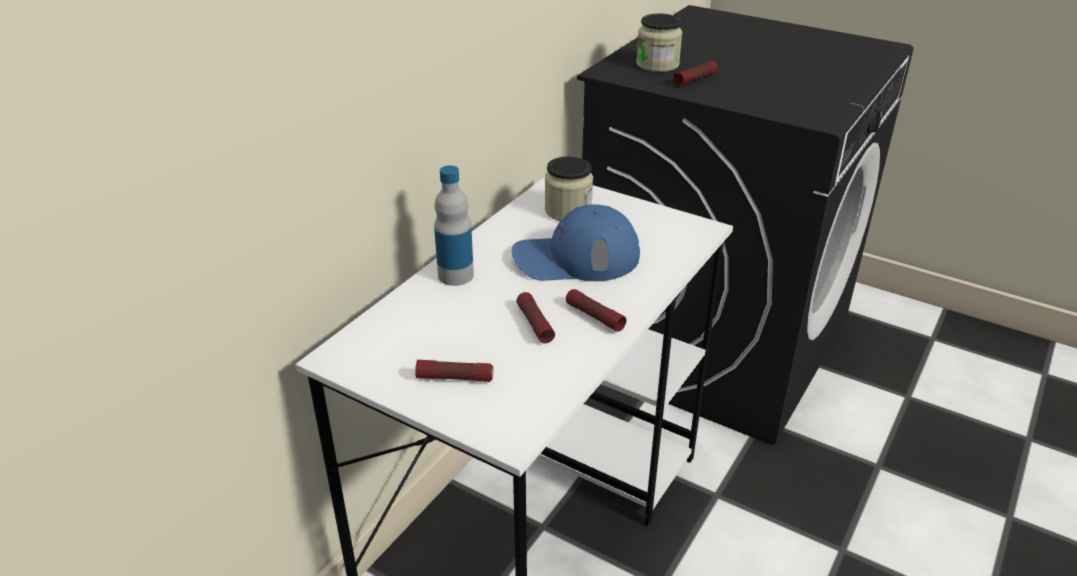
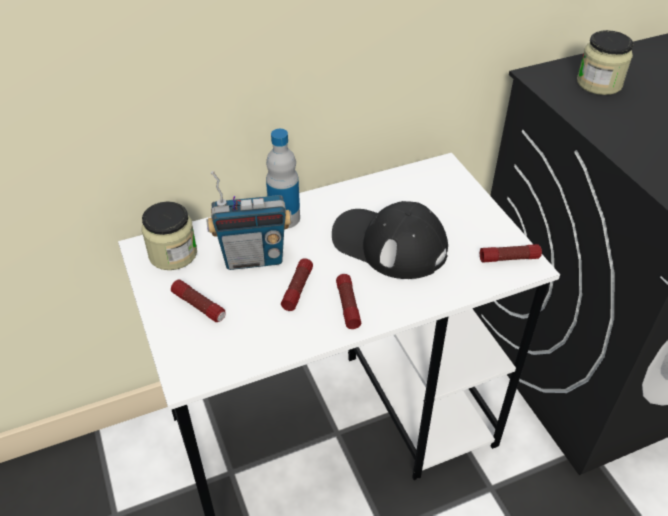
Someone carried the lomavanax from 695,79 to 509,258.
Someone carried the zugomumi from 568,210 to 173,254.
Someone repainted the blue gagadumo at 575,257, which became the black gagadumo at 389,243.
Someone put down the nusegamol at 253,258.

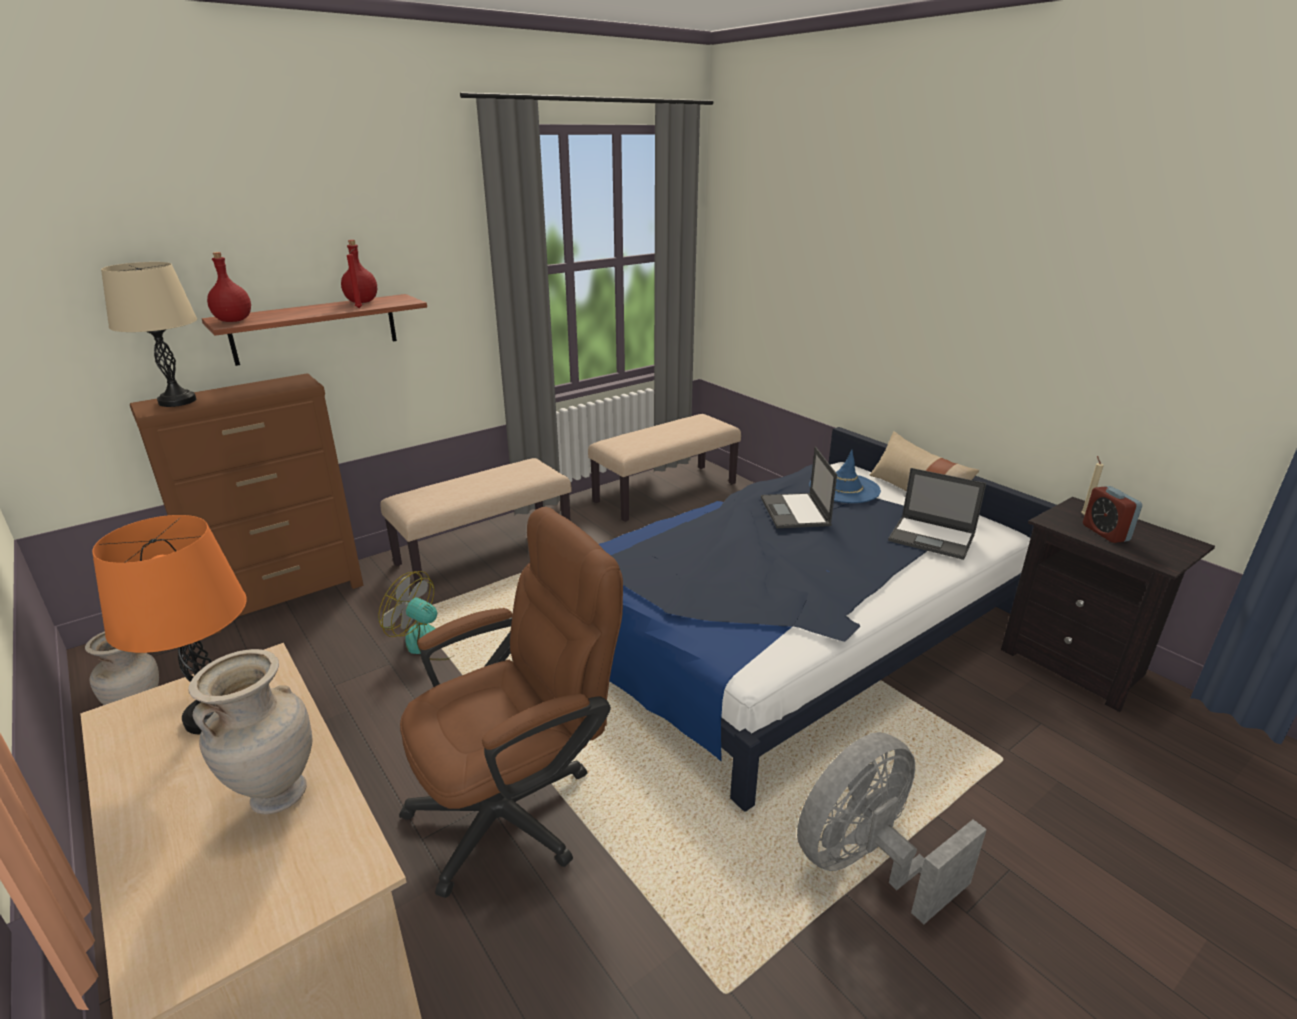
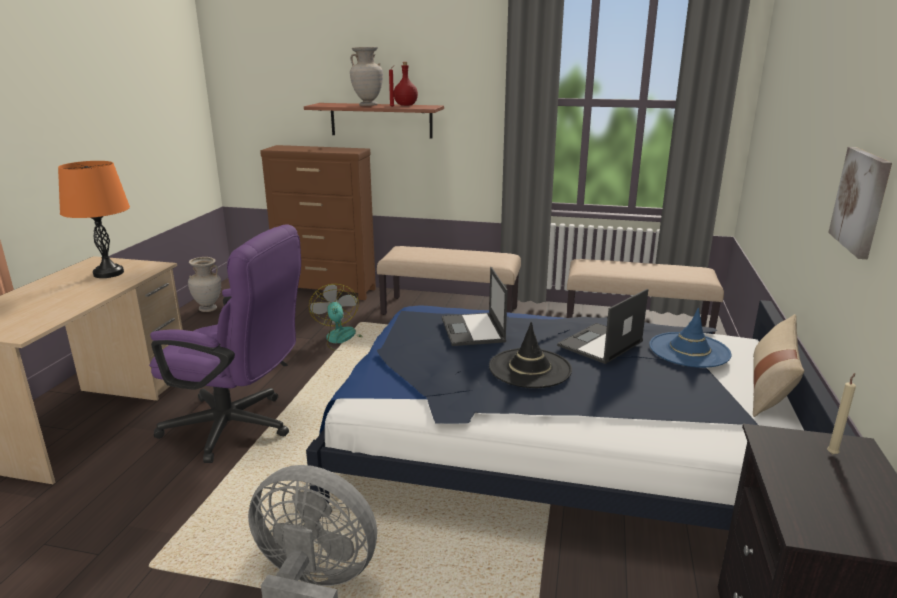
Someone took away the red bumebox at 233,321.
Someone took away the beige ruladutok at 177,401.
Someone carried the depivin from 932,538 to 473,330.
Someone took away the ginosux at 1105,533.
Someone repainted the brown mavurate at 519,807, which became the purple mavurate at 239,428.
Someone carried the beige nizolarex from 277,795 to 368,105.
Someone put up the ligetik at 862,201.
Someone put down the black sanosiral at 530,368.

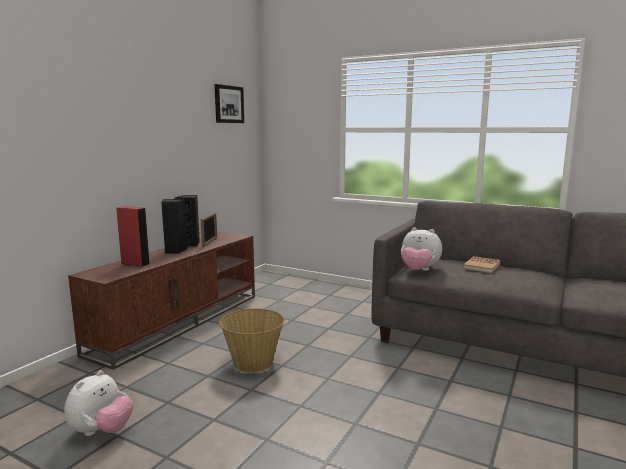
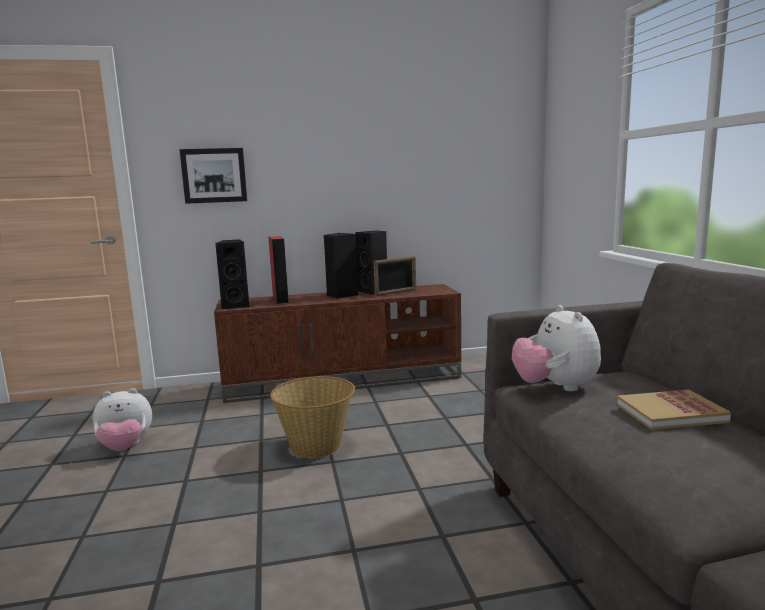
Someone carried the ligetik from 228,104 to 214,175.
Someone put down the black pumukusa at 236,305.

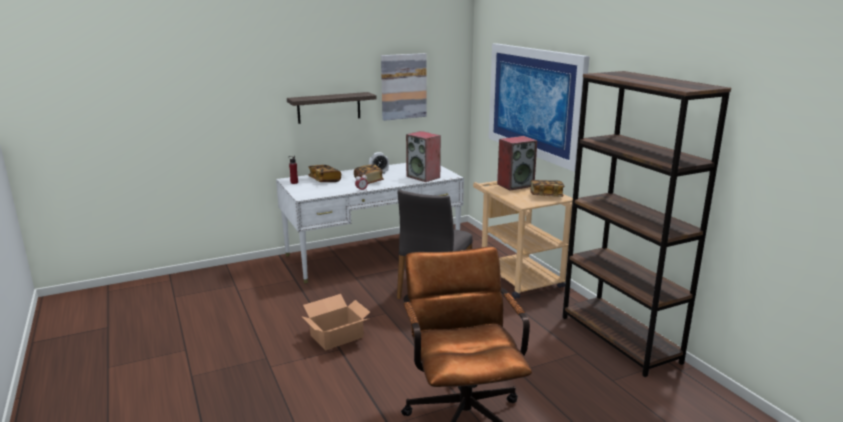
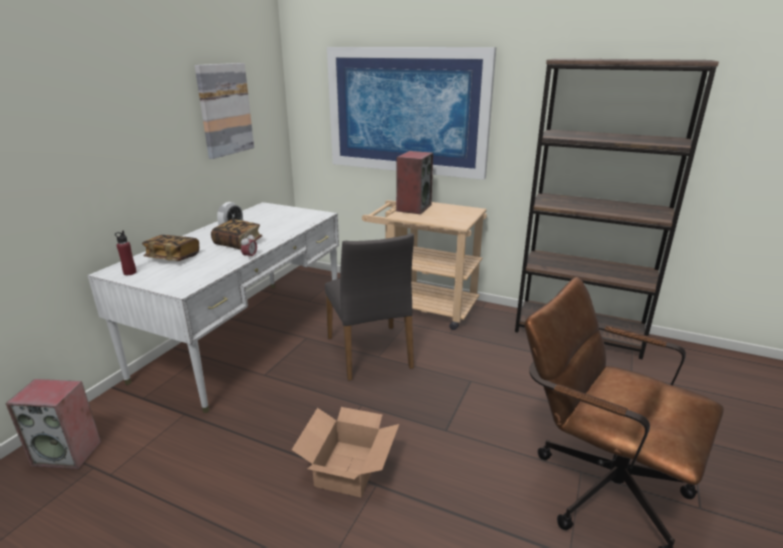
Someone took away the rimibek at 329,107.
Someone carried the pumukusa from 423,177 to 68,453.
Someone took away the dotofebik at 546,196.

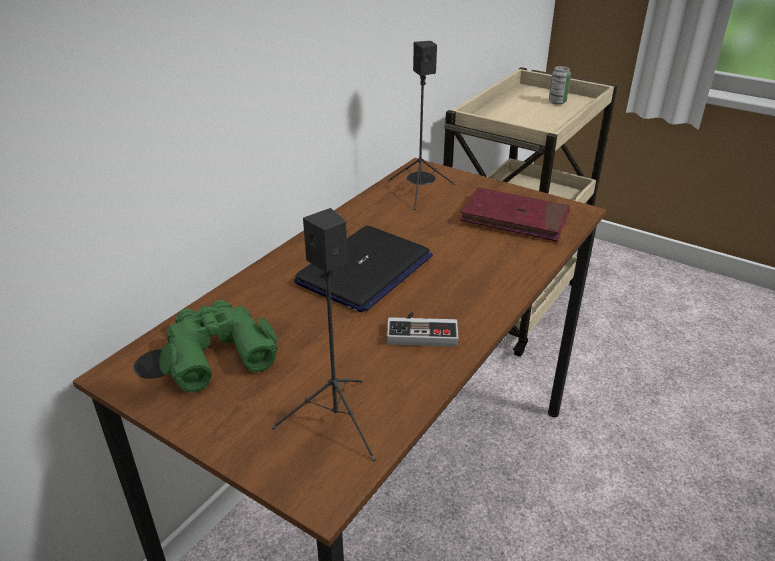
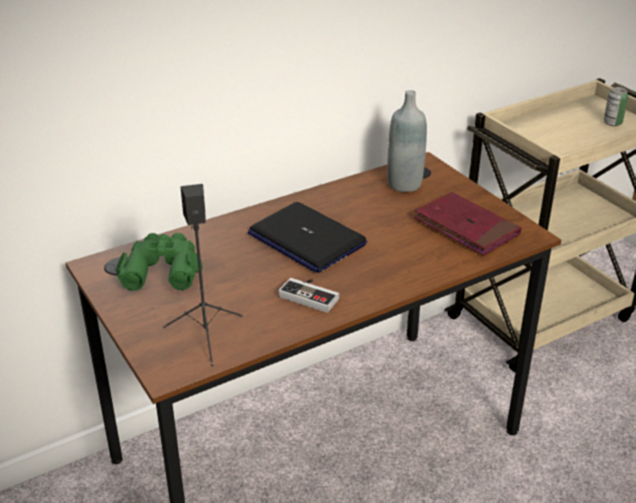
Someone swapped the black pumukusa at 419,191 for the grey bumebox at 404,184.
Someone rotated the depivin at 365,270 by 75 degrees clockwise.

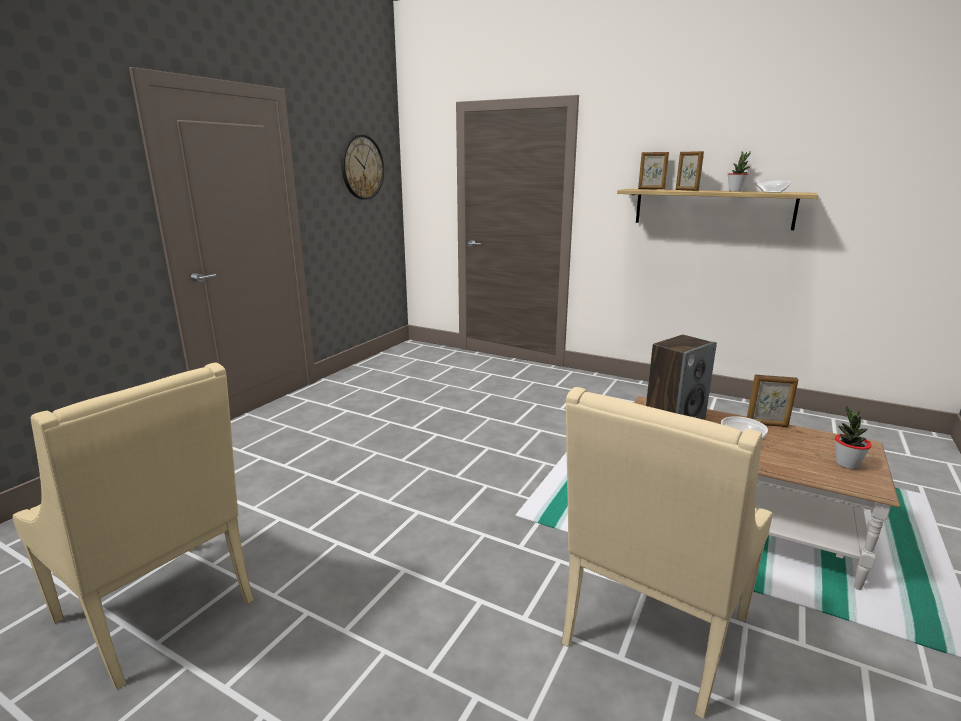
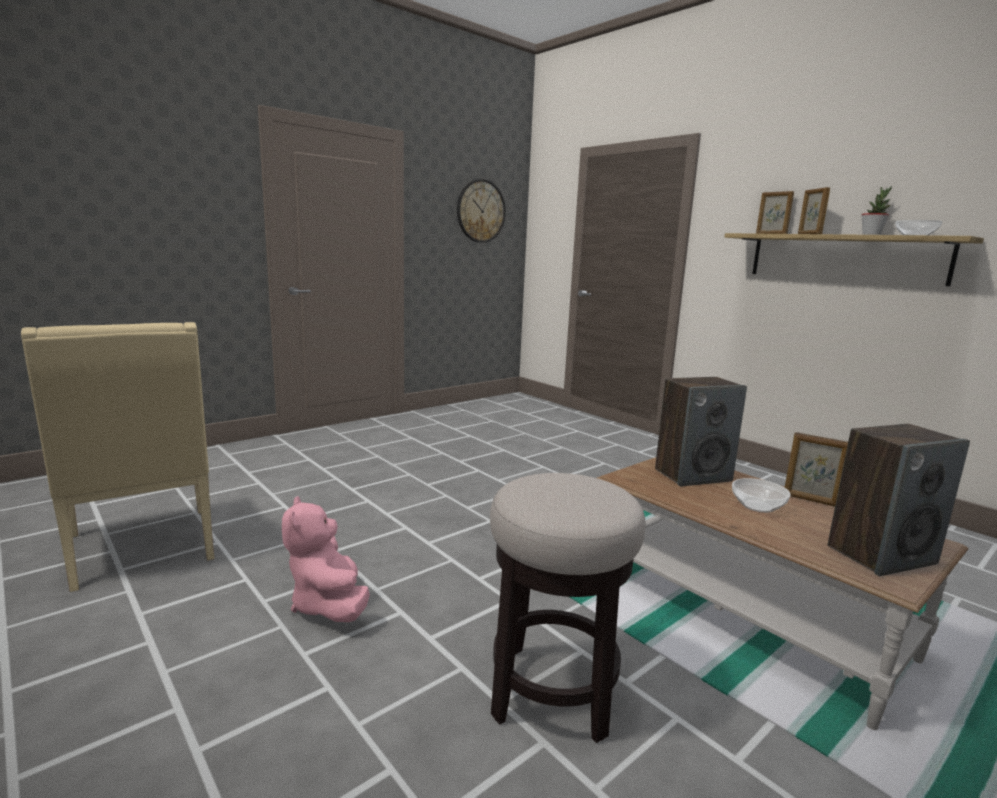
Someone swapped the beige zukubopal at 651,633 for the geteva at 553,691.
Someone swapped the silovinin at 846,464 for the pumukusa at 881,555.
Someone put down the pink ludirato at 328,605.

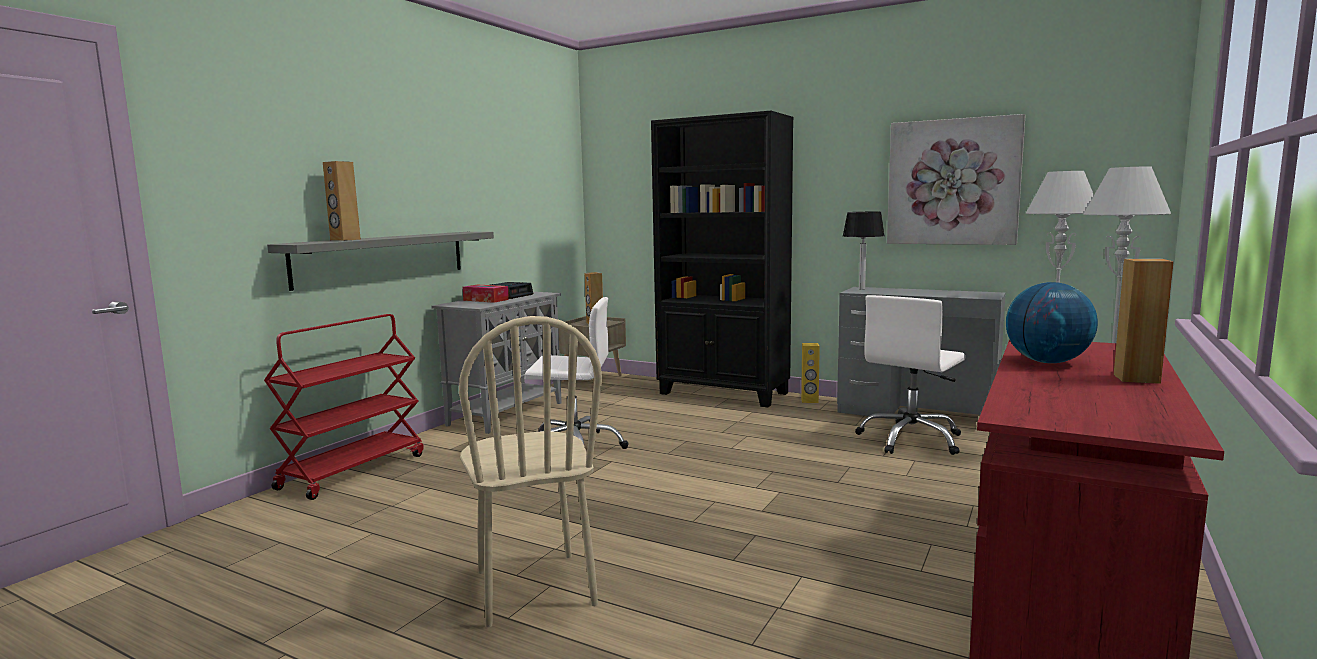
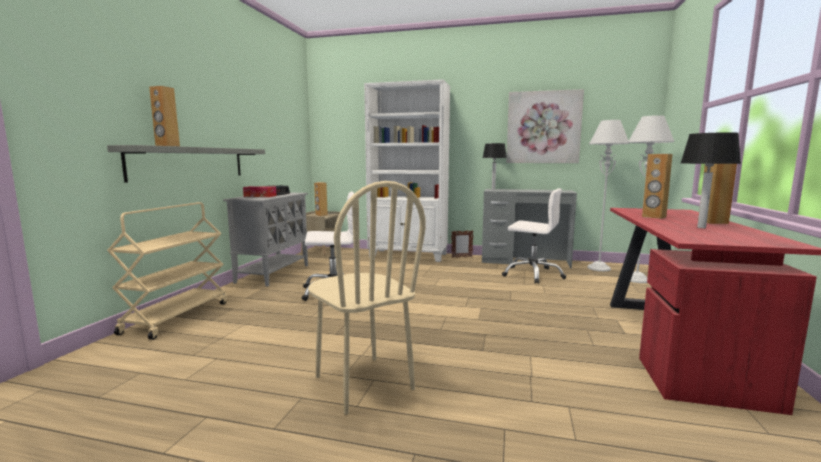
Someone repainted the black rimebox at 724,394, which became the white rimebox at 409,256.
Someone swapped the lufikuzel at 1047,362 for the brown pumukusa at 653,217.
Someone rotated the white mavurate at 911,439 by 90 degrees counterclockwise.
Someone repainted the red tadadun at 353,471, which became the beige tadadun at 177,317.
Someone swapped the yellow pumukusa at 809,401 for the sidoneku at 461,257.
Someone put down the ruladutok at 700,227.

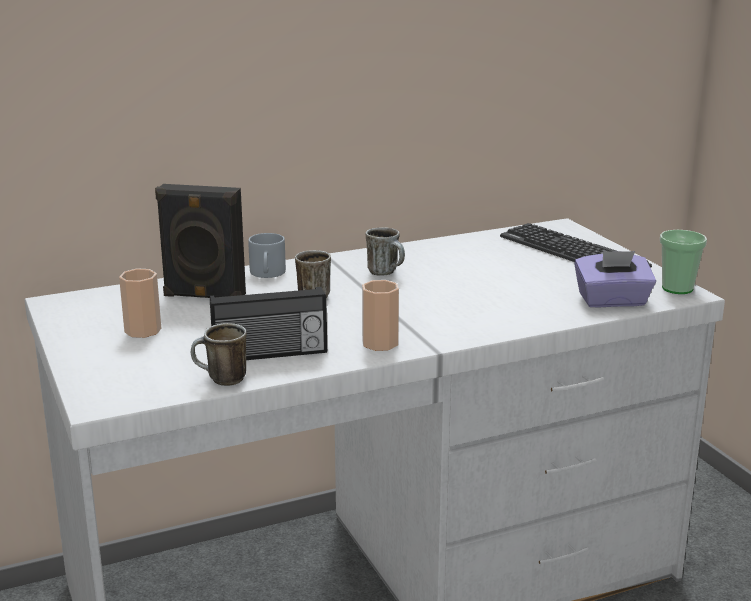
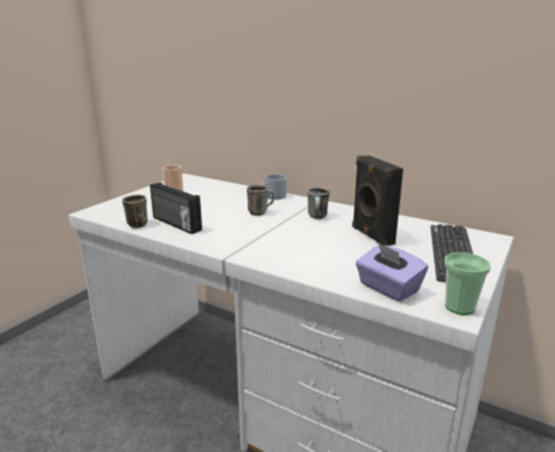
Someone carried the black pumukusa from 204,296 to 371,236.
Someone took away the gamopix at 380,343.

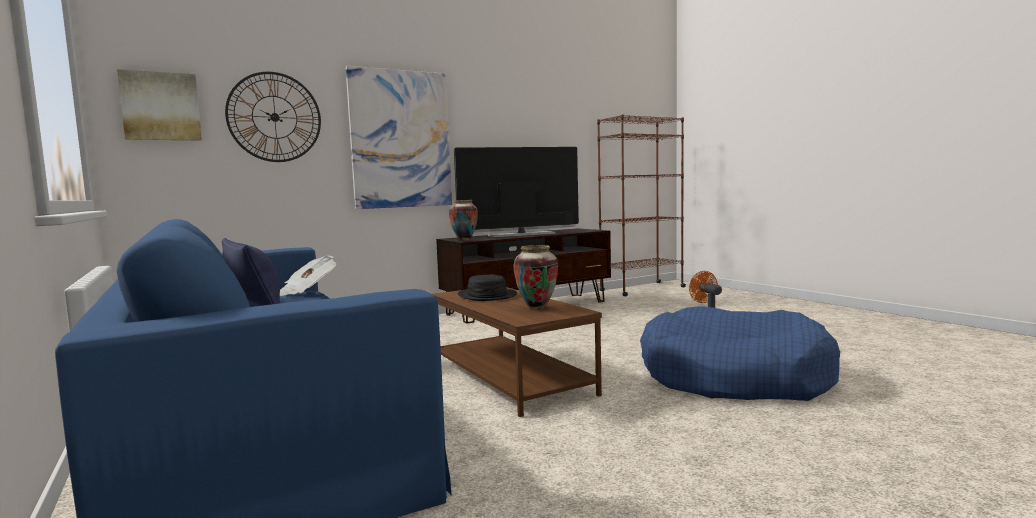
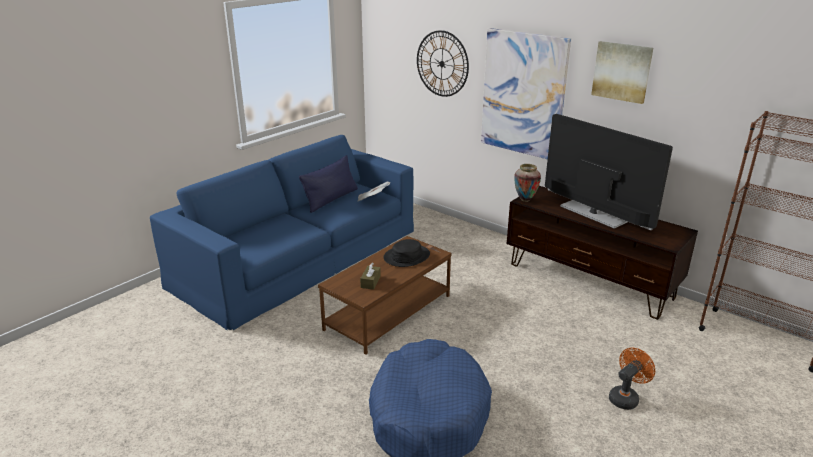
Someone carried the ligetik from 161,106 to 622,71.
Someone swapped the nizolarex at 537,308 for the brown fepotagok at 370,282.

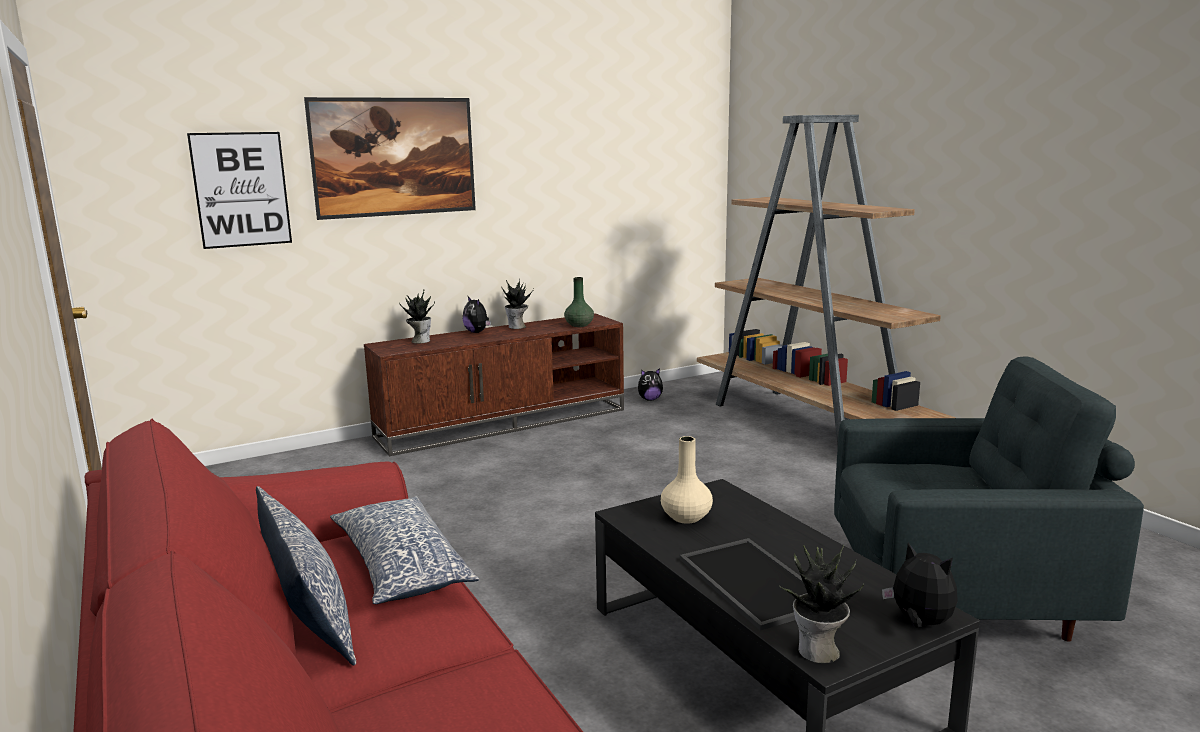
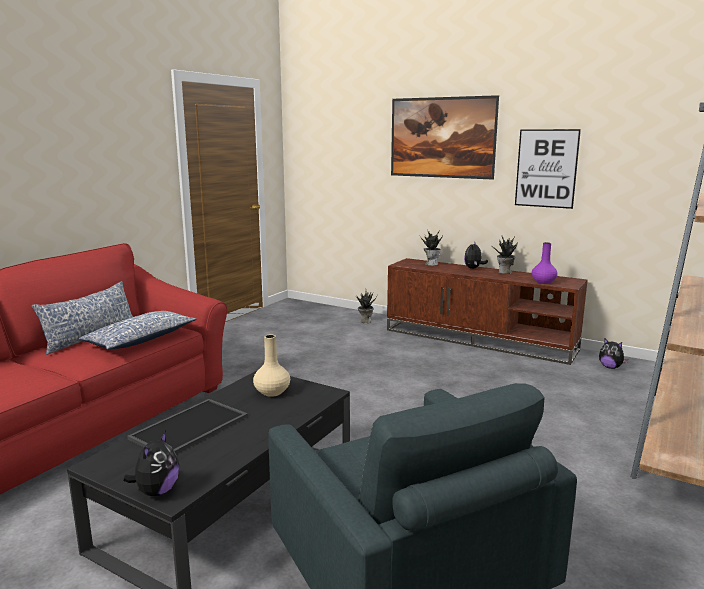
Someone carried the ligetik from 241,189 to 546,168.
Someone repainted the green nizolarex at 579,325, which became the purple nizolarex at 544,282.
Someone carried the silovinin from 818,652 to 365,321.

